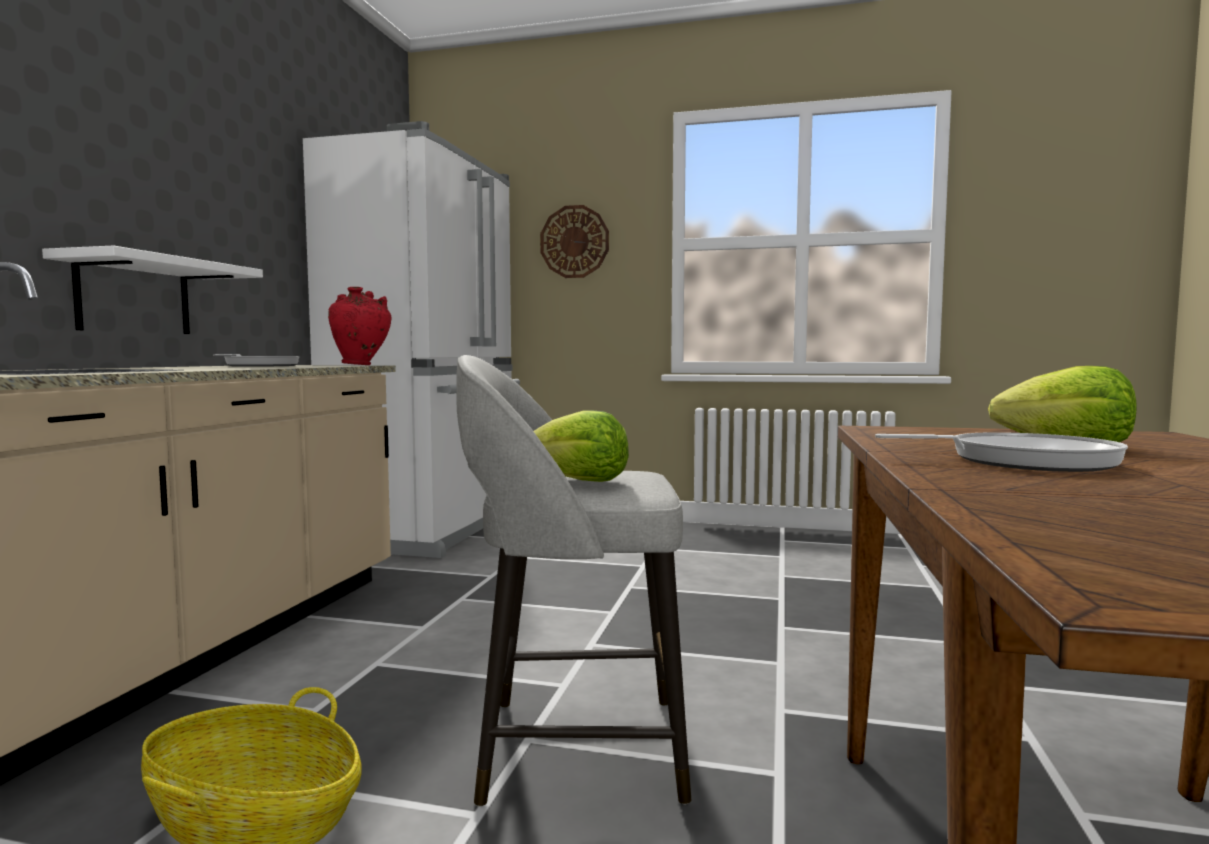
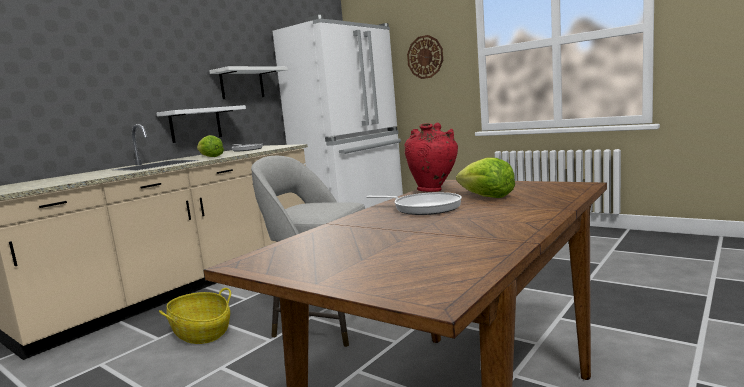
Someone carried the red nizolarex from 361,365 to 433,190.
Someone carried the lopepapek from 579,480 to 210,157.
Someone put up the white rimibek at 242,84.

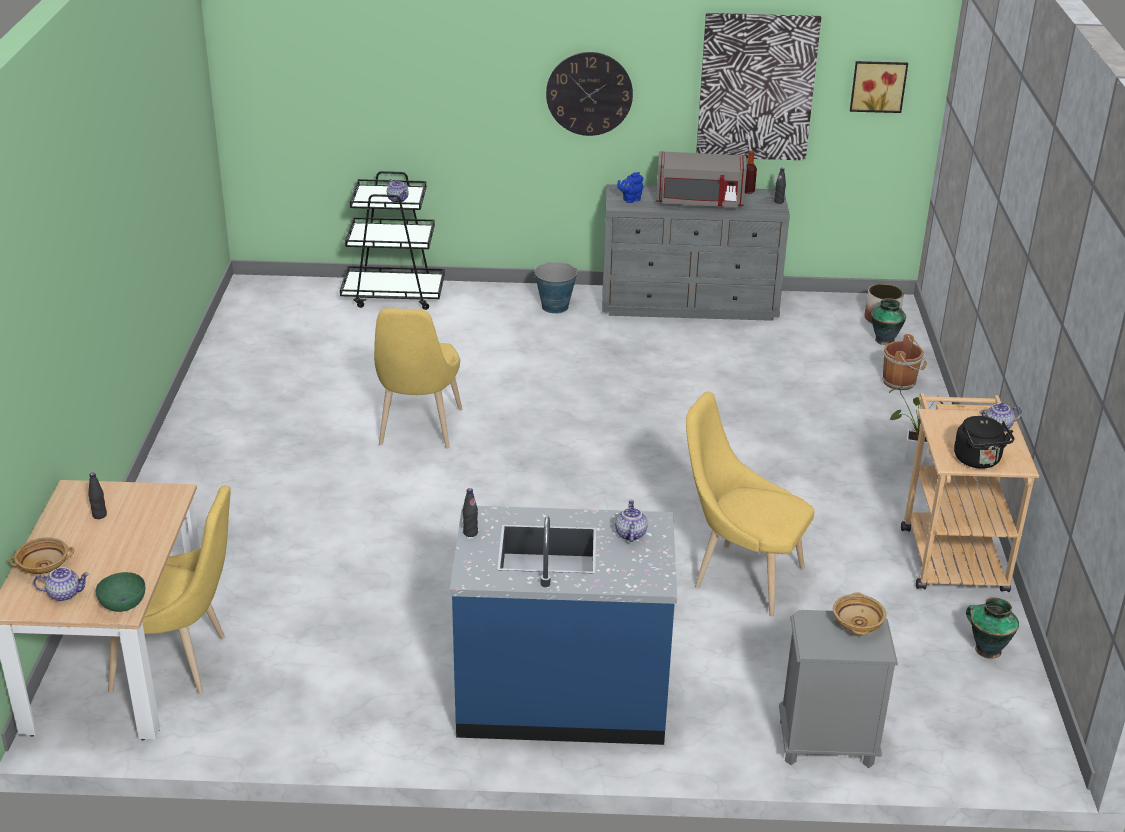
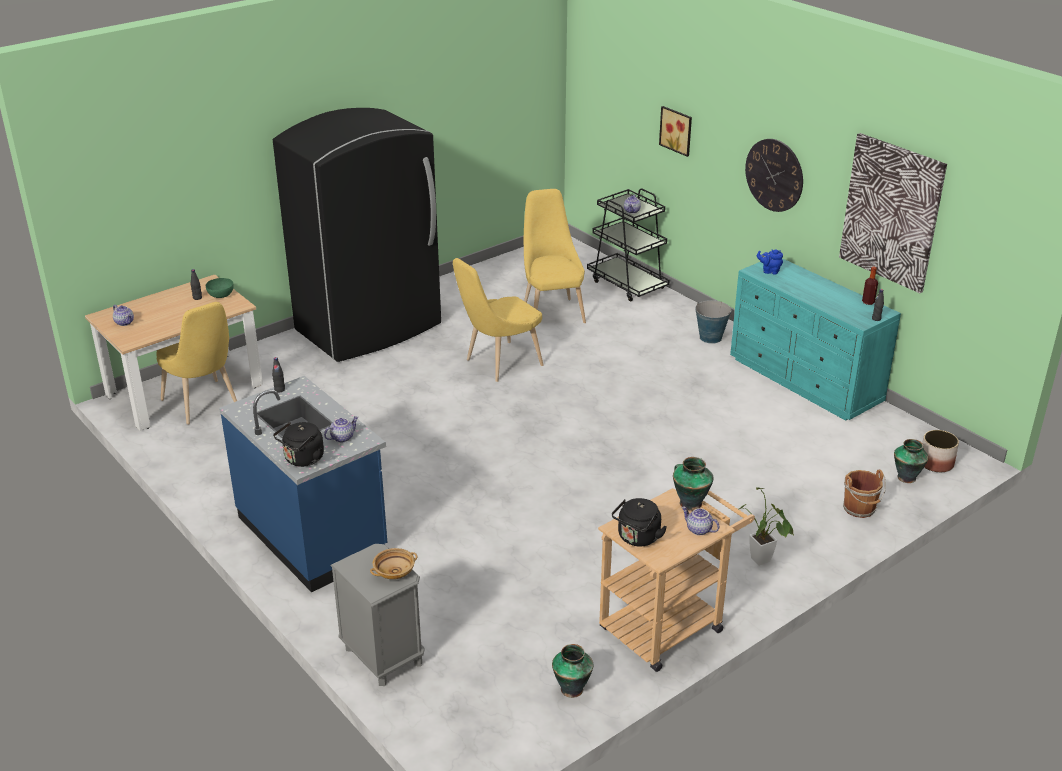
Someone carried the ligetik from 878,85 to 677,130.
Someone took away the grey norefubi at 699,201.
Someone repainted the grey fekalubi at 690,304, which became the turquoise fekalubi at 805,381.
Someone carried the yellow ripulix from 741,576 to 551,311.
Someone took away the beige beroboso at 44,566.
Someone carried the green beroboso from 123,604 to 220,295.
Someone put down the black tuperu at 370,328.
Someone put down the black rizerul at 302,460.
Someone put down the nizolarex at 689,503.

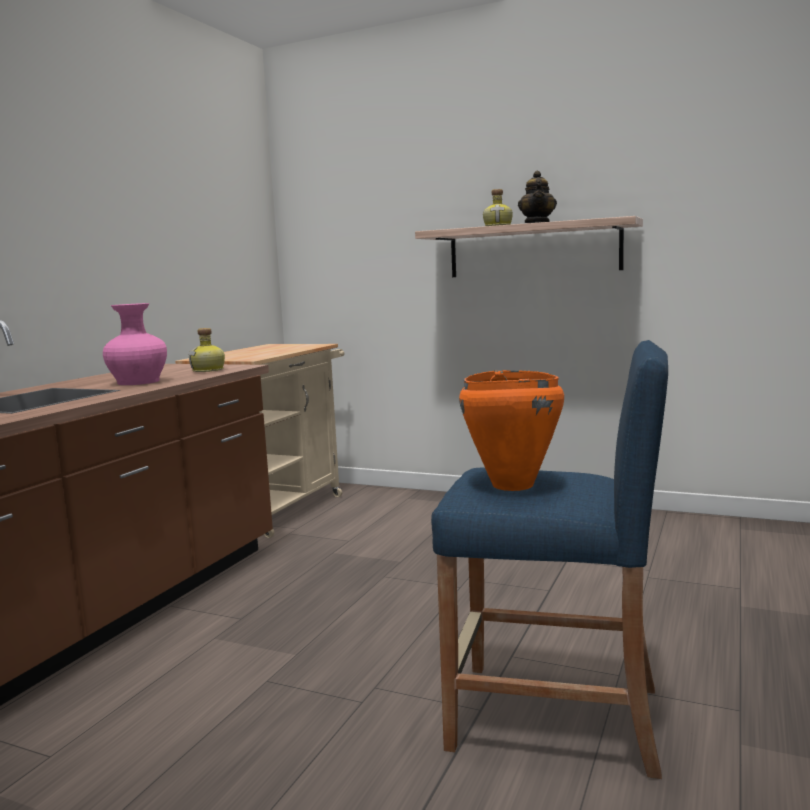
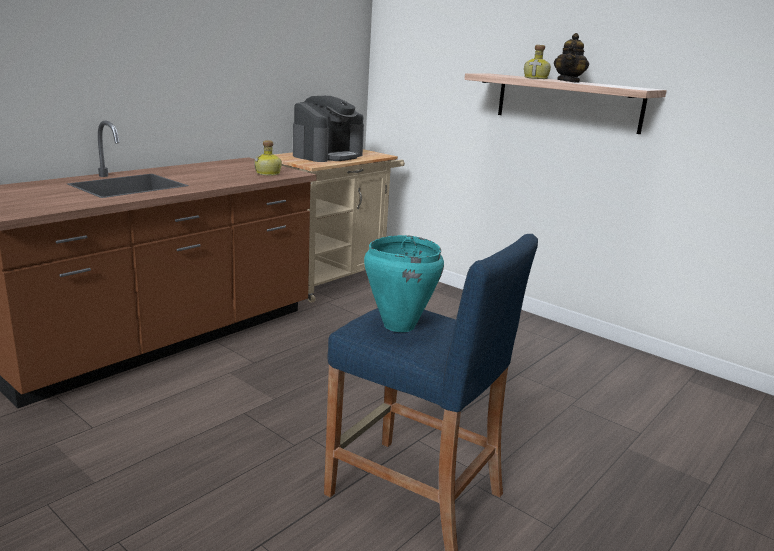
Someone took away the pink nizolarex at 137,382.
Someone repainted the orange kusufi at 512,485, which became the turquoise kusufi at 398,325.
Someone put down the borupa at 327,155.

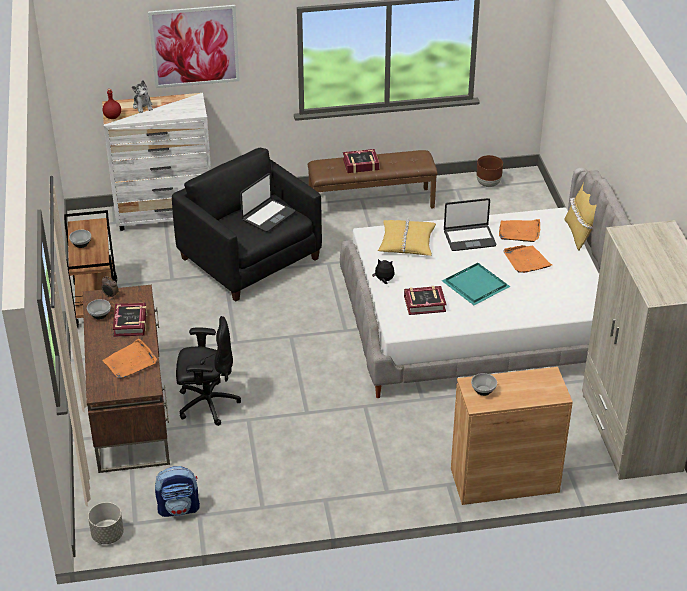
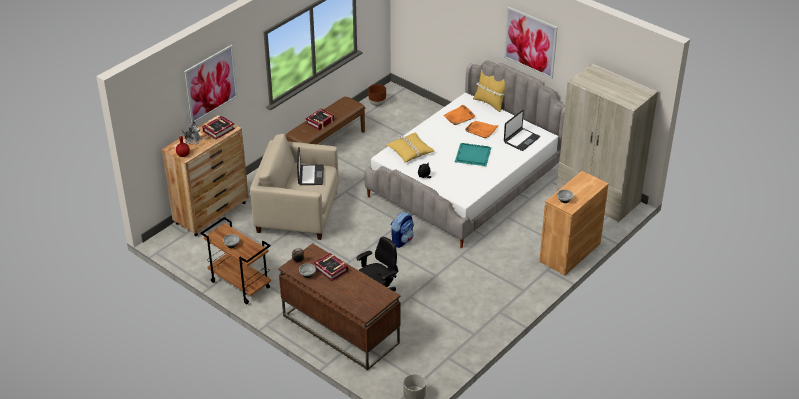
Someone repainted the white fekalubi at 165,215, which became the brown fekalubi at 212,213.
Someone repainted the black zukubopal at 250,259, which became the beige zukubopal at 298,212.
Someone carried the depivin from 469,238 to 521,139.
Someone carried the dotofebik from 424,304 to 218,130.
Someone took away the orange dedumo at 130,362.
Someone carried the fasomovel from 179,508 to 402,240.
Someone put up the ligetik at 530,42.

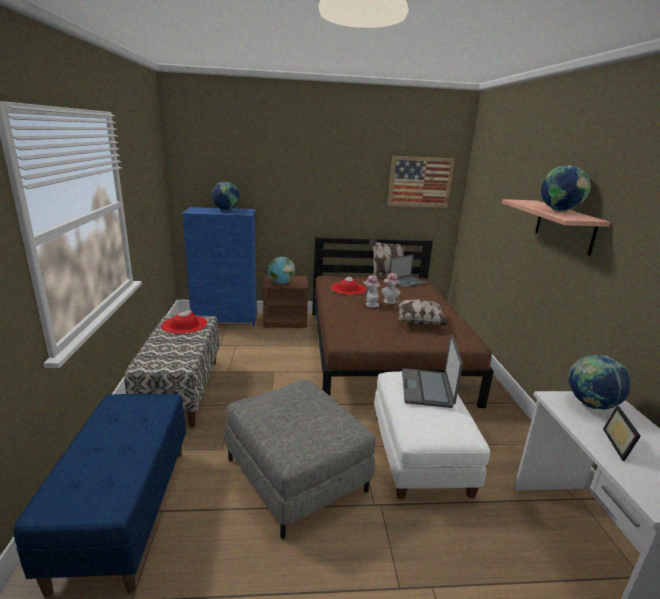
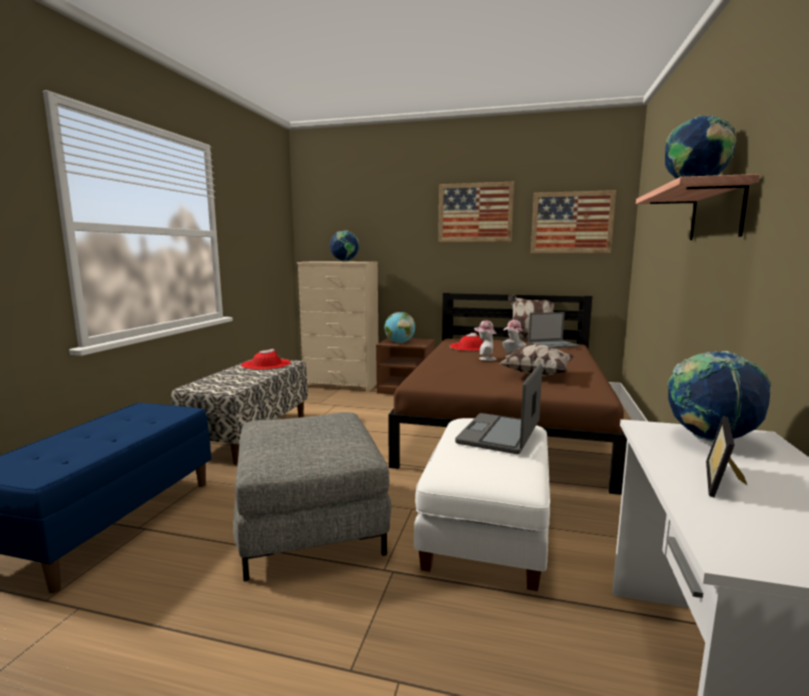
Someone repainted the blue fekalubi at 226,320, which became the beige fekalubi at 342,385.
Someone put up the ligetik at 475,213.

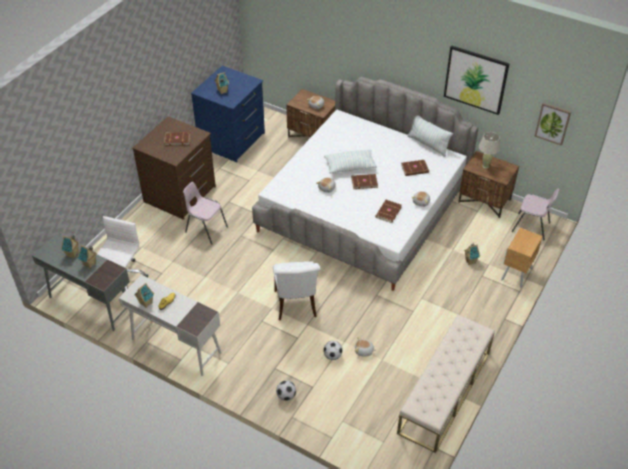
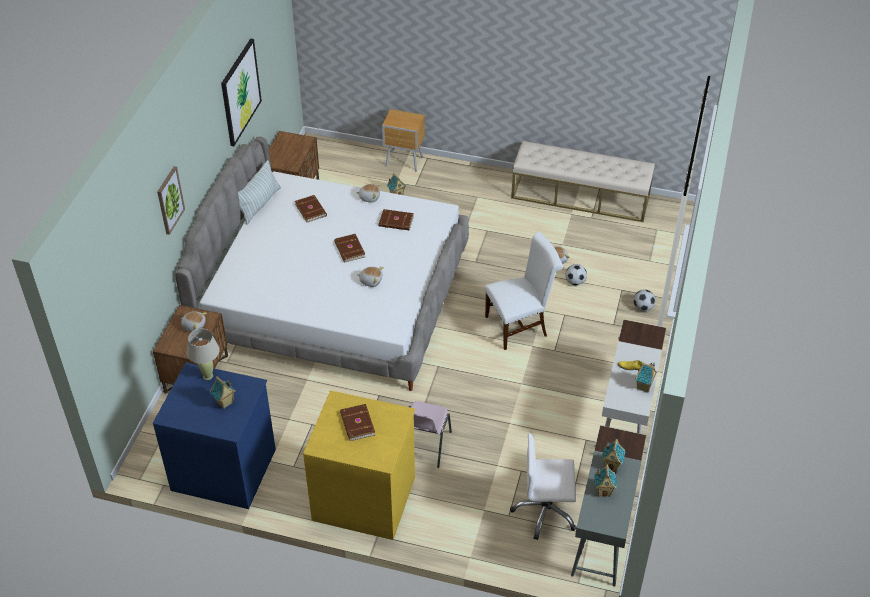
Someone carried the ligetik from 552,123 to 169,200.
Someone repainted the brown fekalubi at 180,194, which became the yellow fekalubi at 364,497.
Someone carried the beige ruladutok from 485,166 to 208,376.
Someone took away the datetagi at 350,166.
Someone took away the pink ripulix at 531,227.

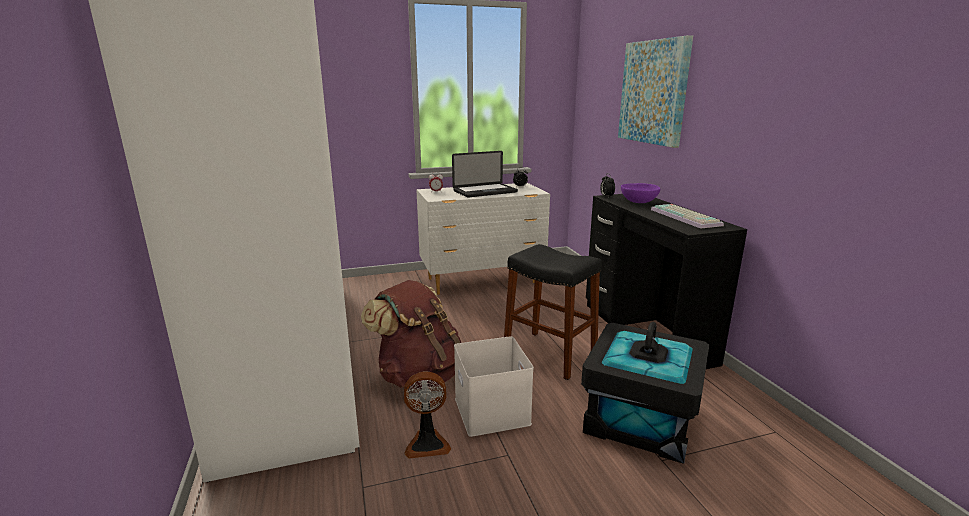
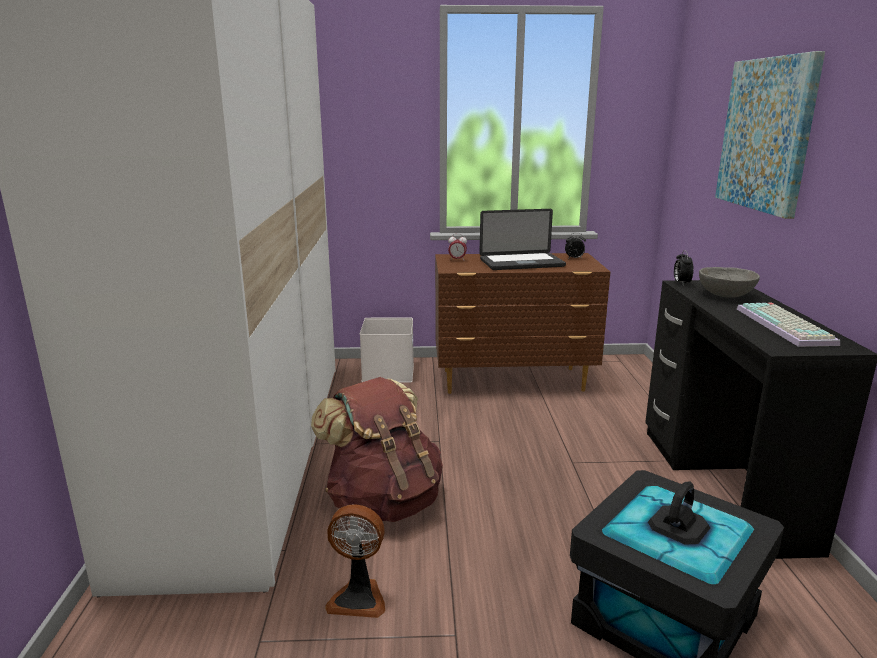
Someone repainted the white fekalubi at 483,281, which became the brown fekalubi at 514,381.
Someone repainted the purple beroboso at 638,202, which became the grey beroboso at 724,295.
Someone took away the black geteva at 549,354.
Someone carried the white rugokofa from 493,411 to 389,372.

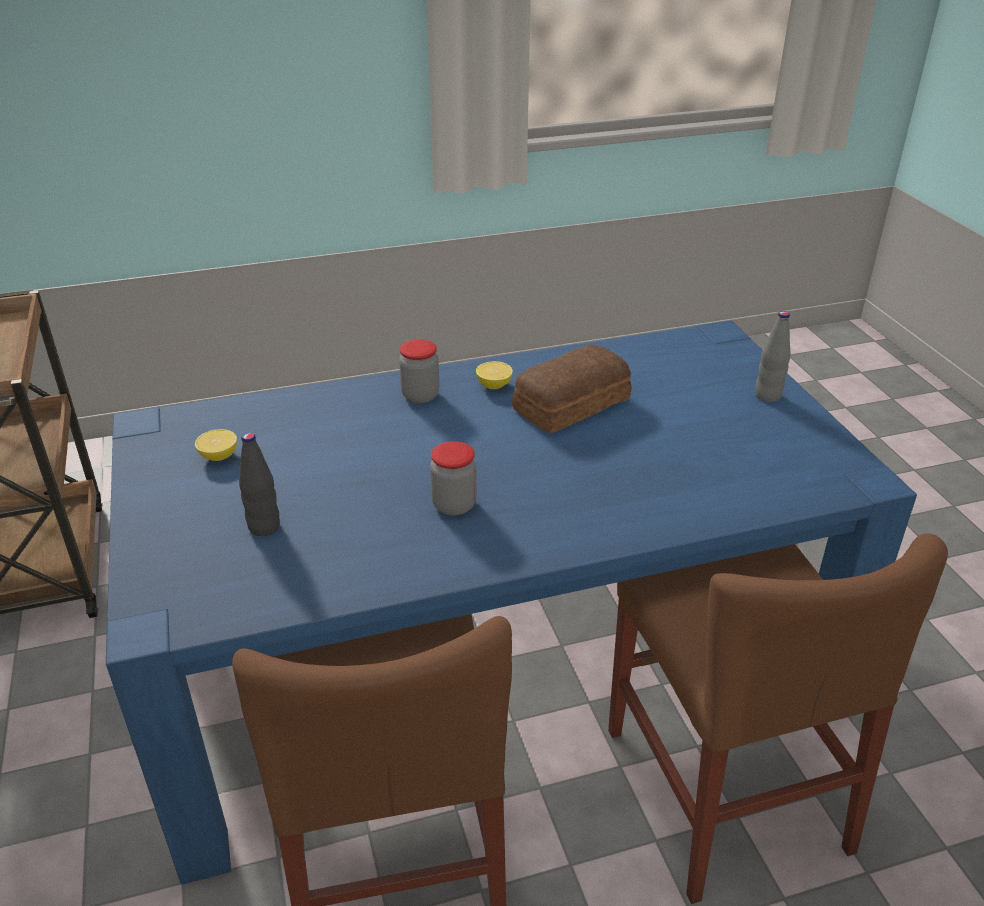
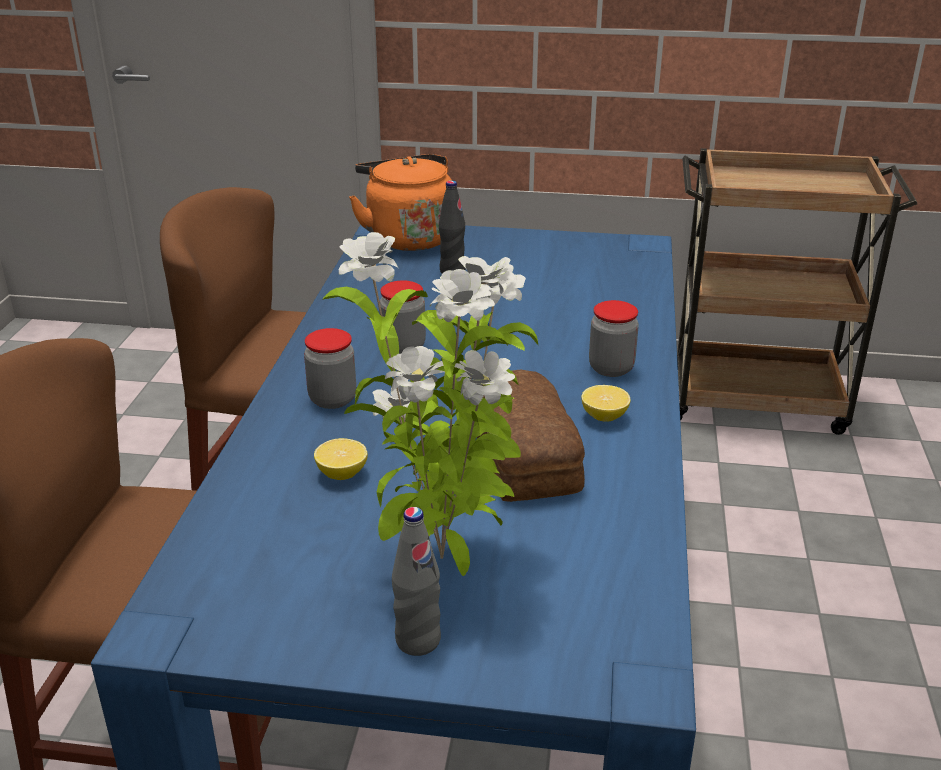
Someone carried the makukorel from 219,456 to 342,473.
Someone put down the orange rizerul at 408,237.
Someone put down the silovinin at 444,561.
Someone put down the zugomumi at 332,399.

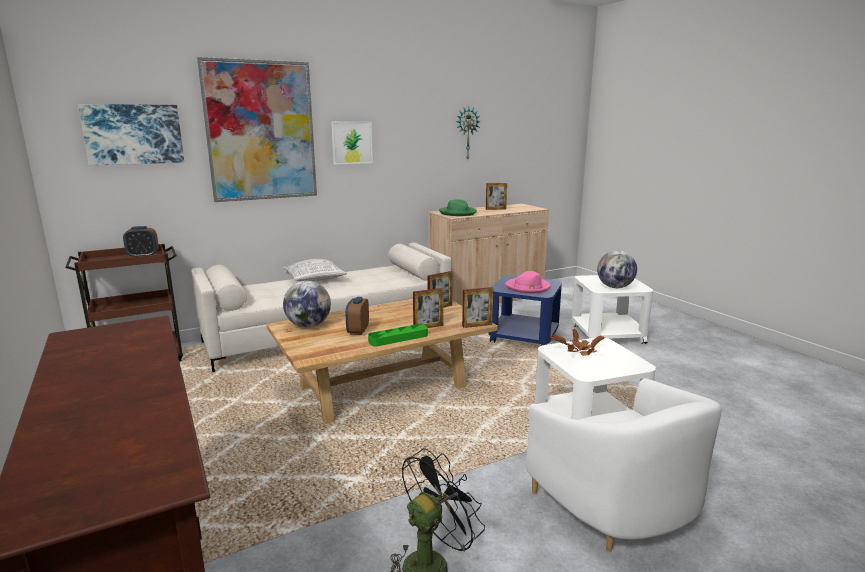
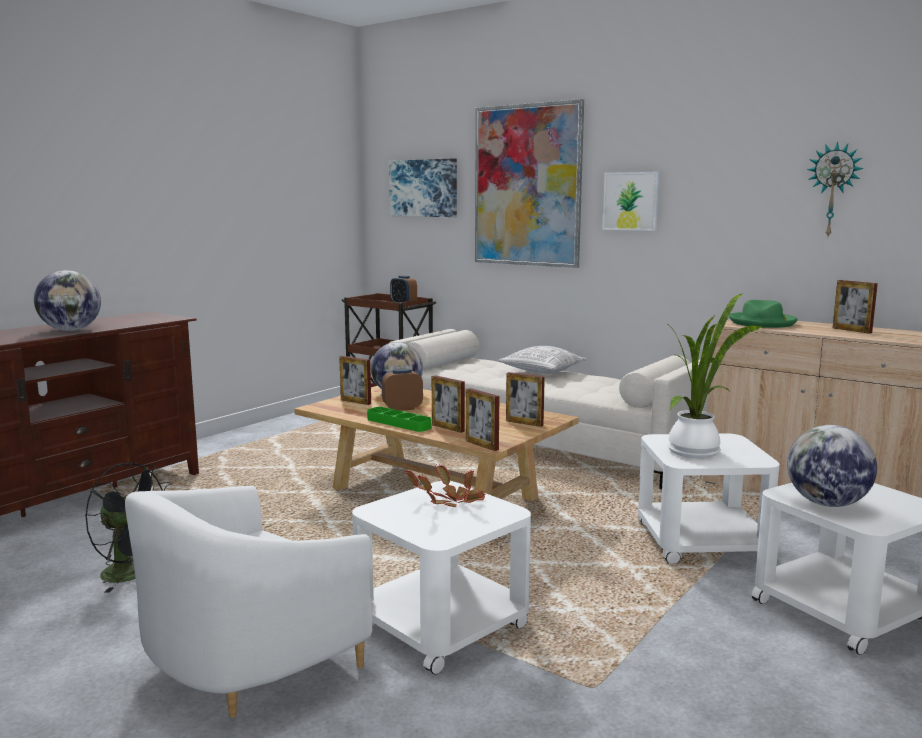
Someone swapped the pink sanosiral at 528,287 for the silovinin at 697,451.
Someone repainted the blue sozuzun at 523,337, which became the white sozuzun at 700,542.
Someone put down the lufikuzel at 71,330.
Someone put down the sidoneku at 355,402.

